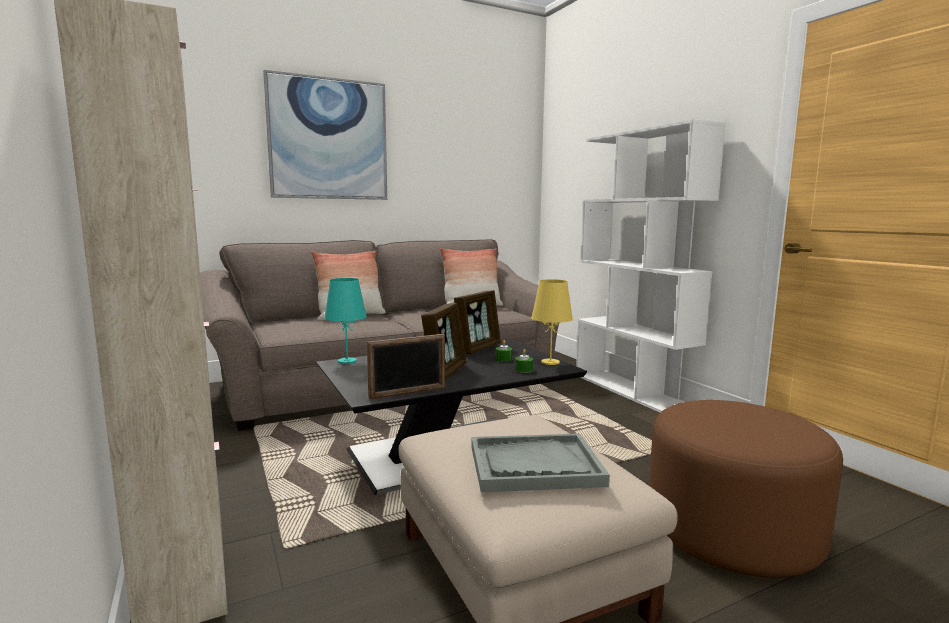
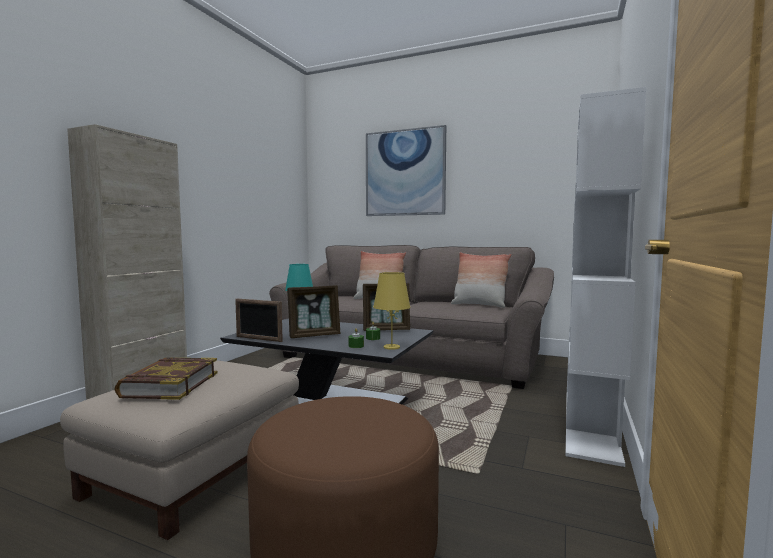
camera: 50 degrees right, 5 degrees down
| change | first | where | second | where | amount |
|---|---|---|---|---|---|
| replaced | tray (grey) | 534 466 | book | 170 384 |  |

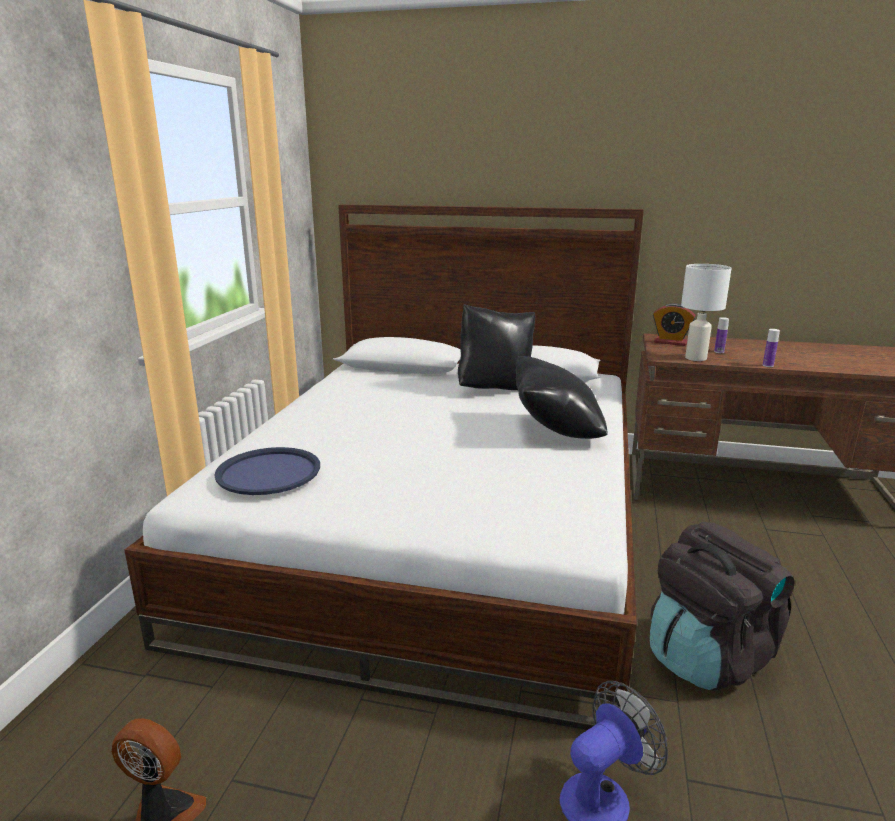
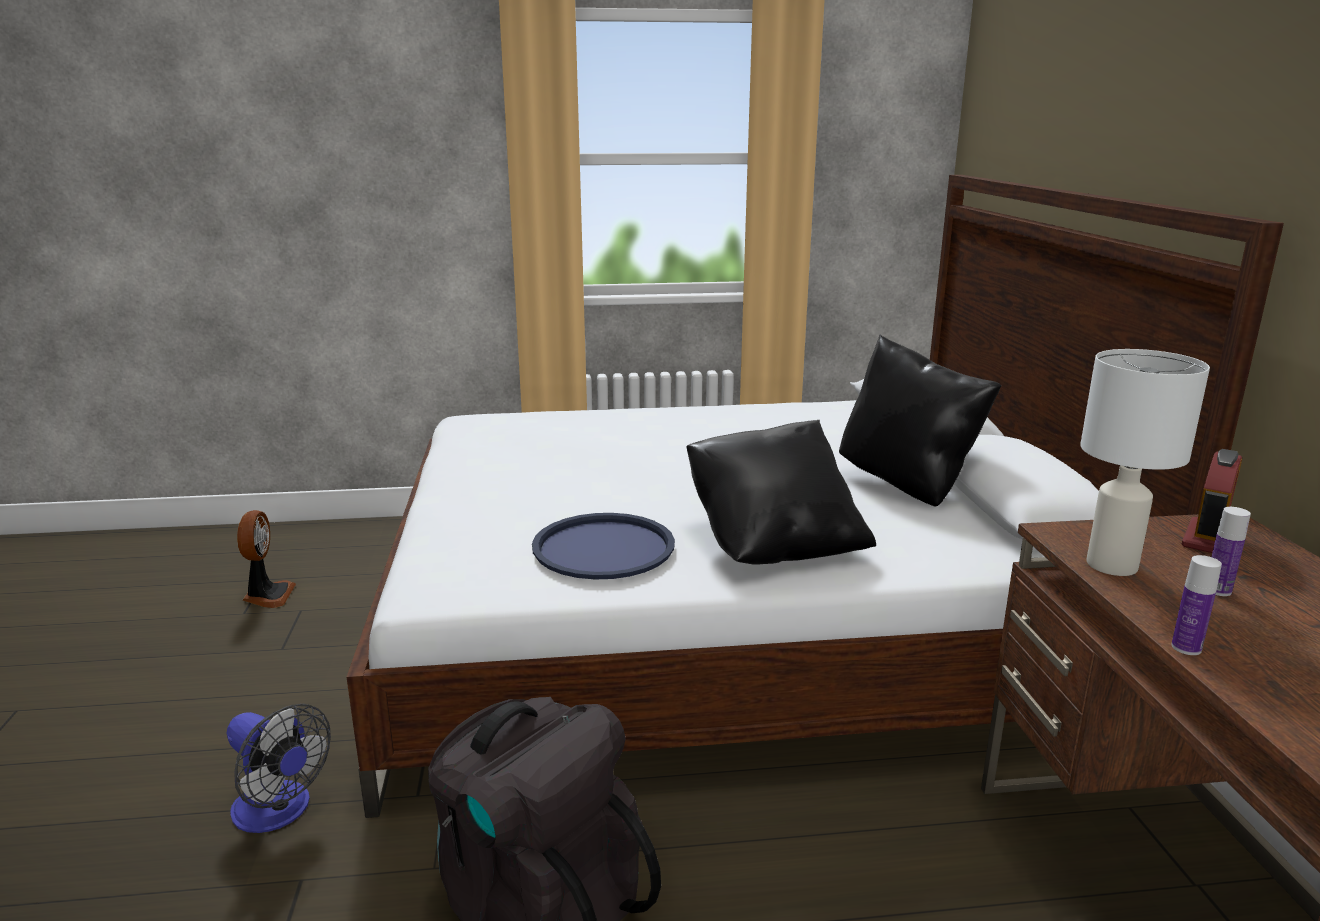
camera: 70 degrees right, 0 degrees up
| change | first | where | second | where | amount |
|---|---|---|---|---|---|
| moved | tray (blue) | 268 472 |  | 603 547 |  |
| turned | alarm clock | 670 342 |  | 1208 539 | 150 degrees counterclockwise |

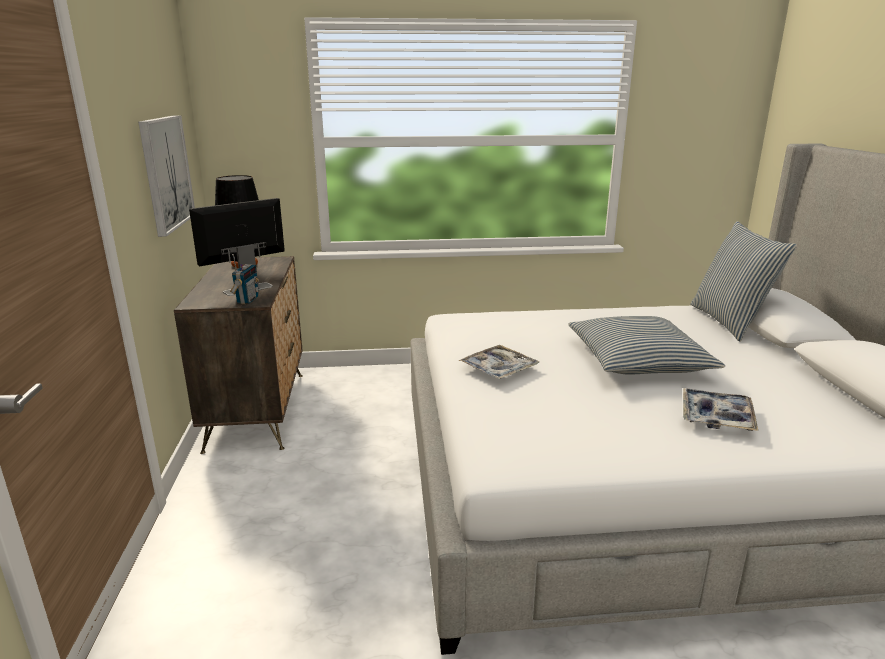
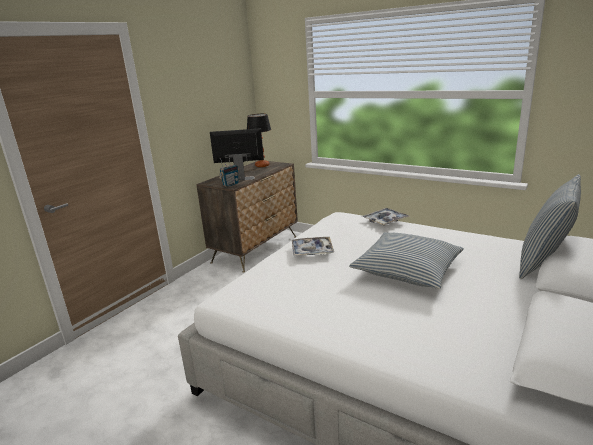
camera: 40 degrees right, 0 degrees up
| change | first | where | second | where | amount |
|---|---|---|---|---|---|
| removed | picture | 166 173 |  |  |  |
| moved | tray | 716 417 |  | 385 220 |  |

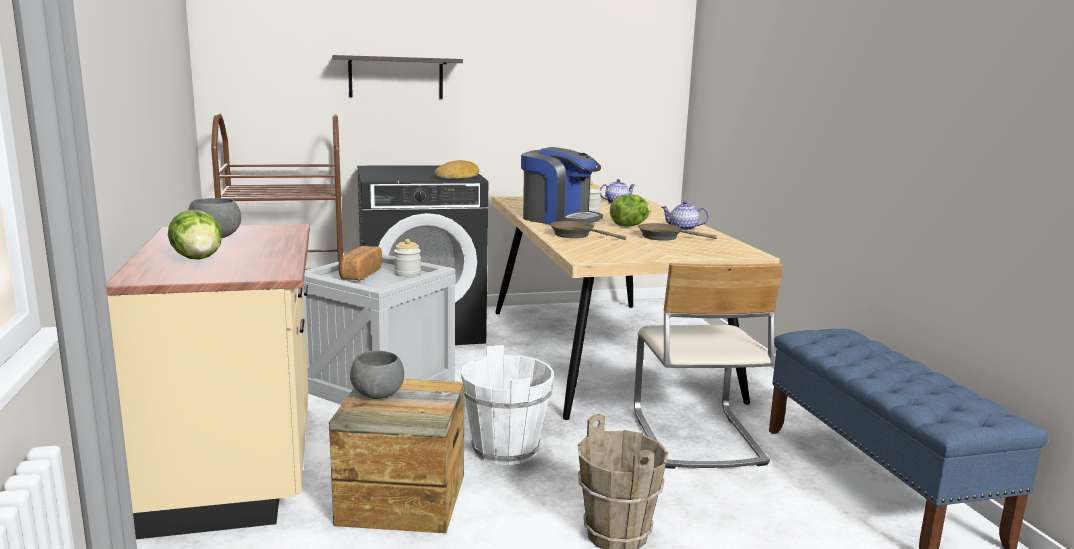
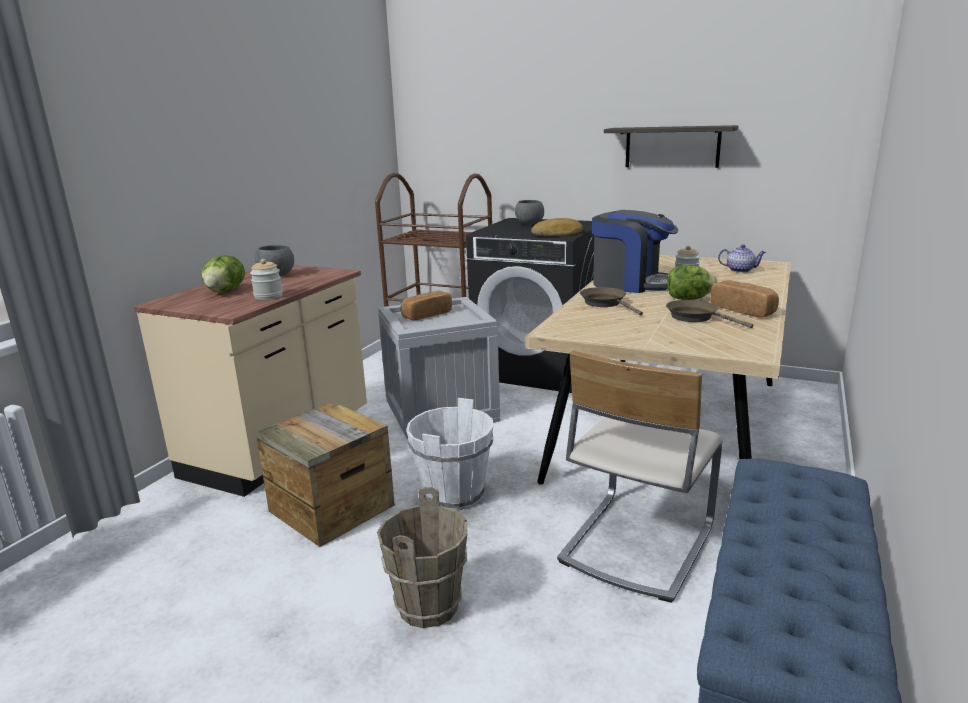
camera: 40 degrees right, 5 degrees up
| change | first | where | second | where | amount |
|---|---|---|---|---|---|
| moved | shelf | 396 77 |  | 672 147 |  |
| moved | bowl (grey) | 377 396 |  | 529 224 |  |
| moved | jar | 407 273 |  | 268 296 |  |
| replaced | teapot | 683 229 | bread | 743 310 |  |
| turned | coffee machine | 559 219 |  | 631 284 | 45 degrees counterclockwise |

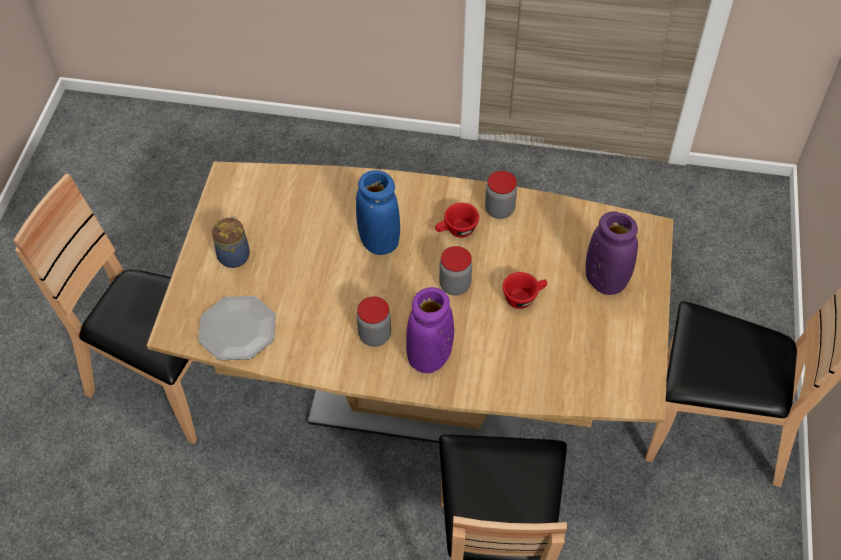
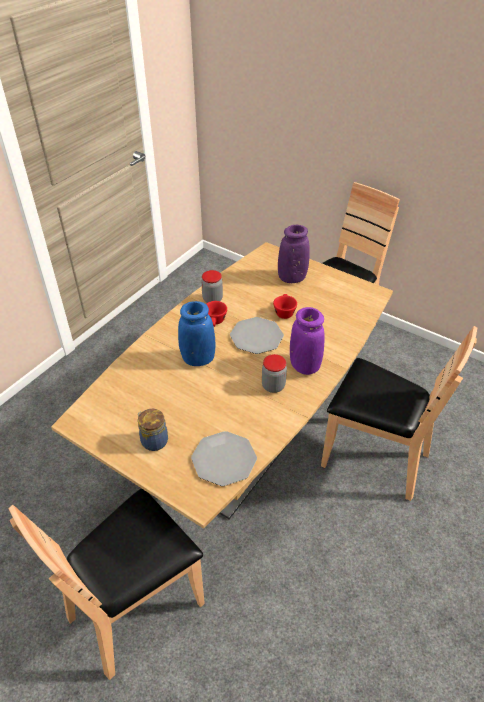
camera: 65 degrees left, 10 degrees down
| change | first | where | second | where | amount |
|---|---|---|---|---|---|
| replaced | jar | 455 285 | plate | 256 336 |  |

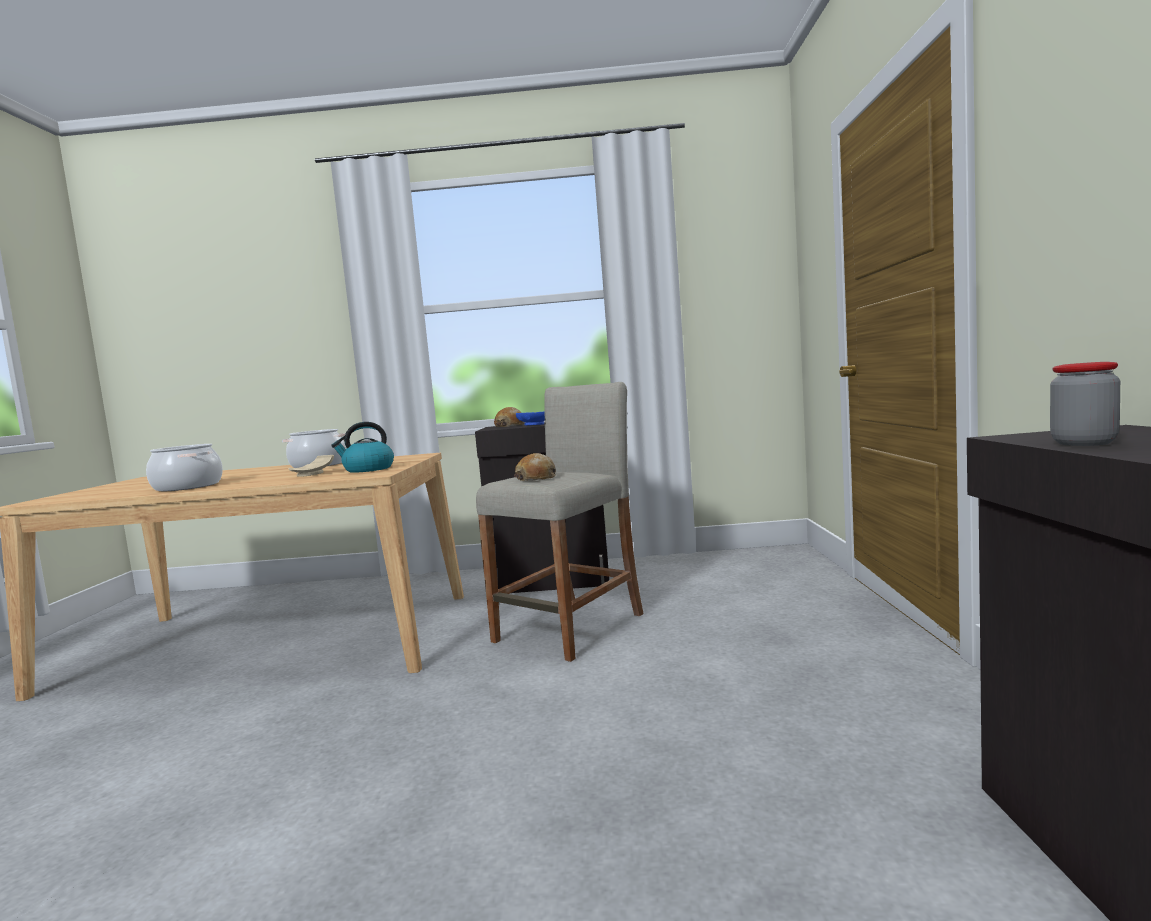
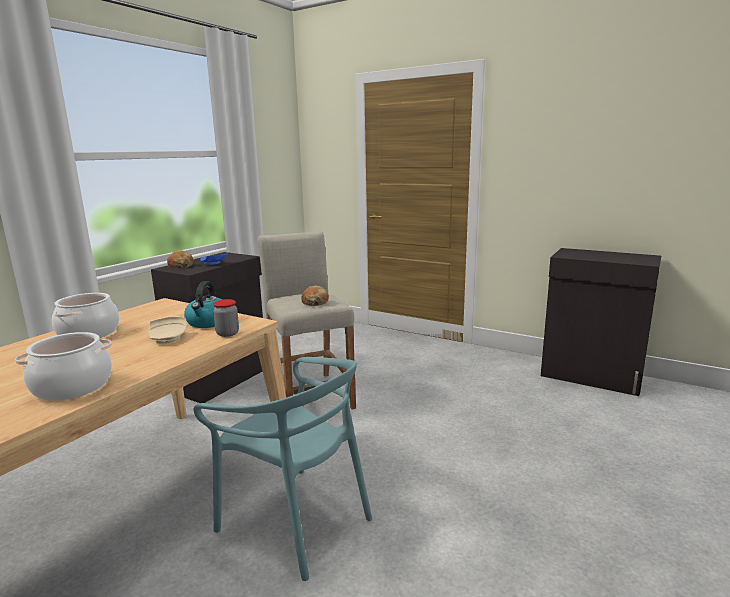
camera: 60 degrees left, 10 degrees up
| change | first | where | second | where | amount |
|---|---|---|---|---|---|
| added |  |  | chair (turquoise) | 296 520 |  |
| moved | jar | 1083 443 |  | 227 333 |  |

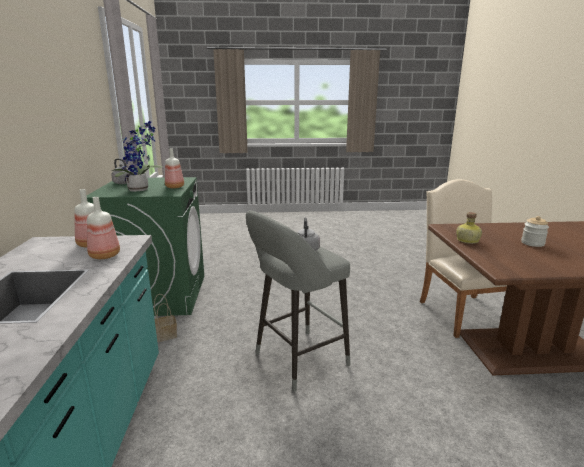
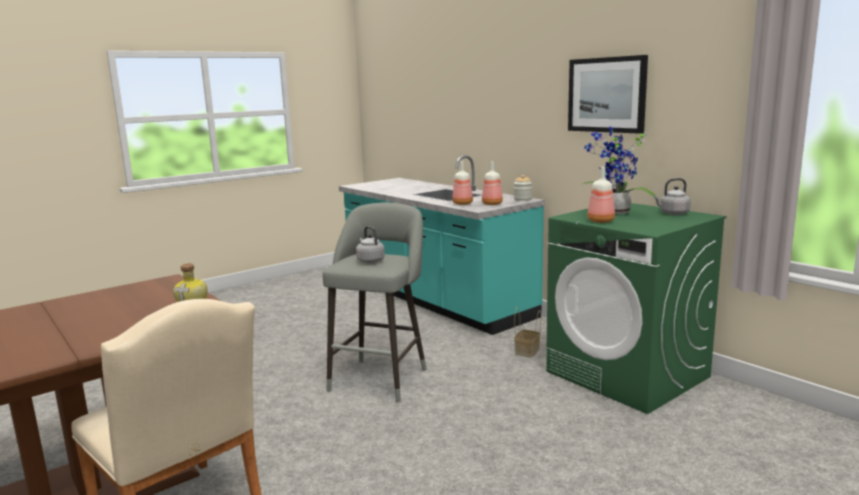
camera: 145 degrees right, 5 degrees down
| change | first | where | second | where | amount |
|---|---|---|---|---|---|
| added |  |  | picture | 606 95 |  |
| moved | jar | 532 243 |  | 522 199 |  |

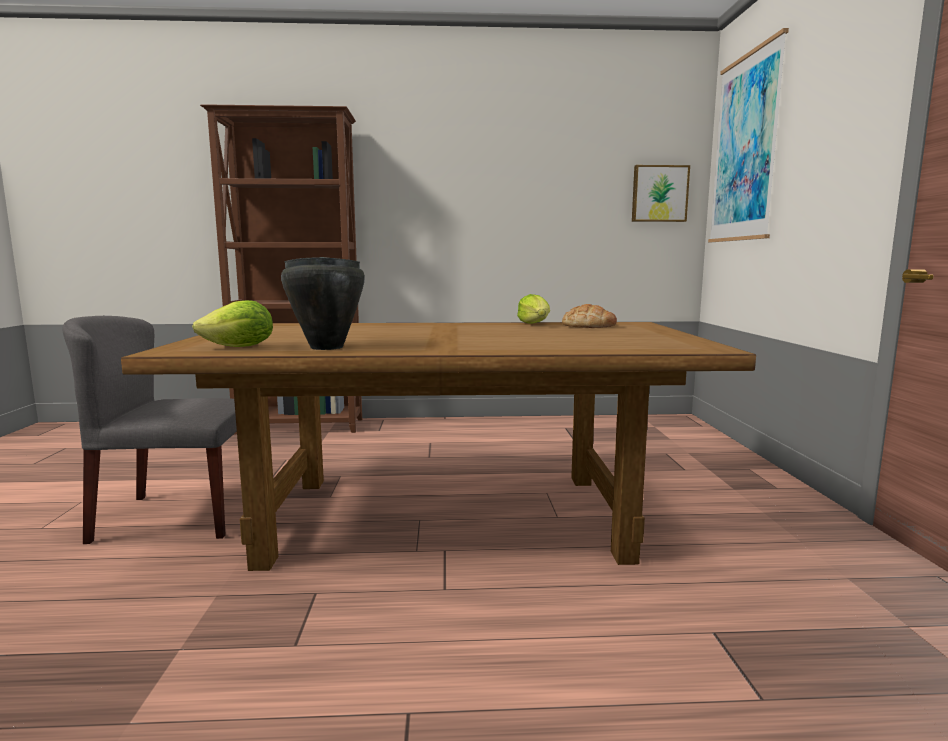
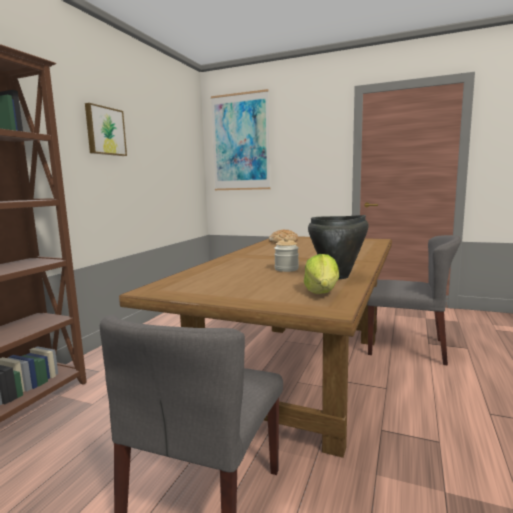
camera: 65 degrees left, 0 degrees up
| change | first | where | second | where | amount |
|---|---|---|---|---|---|
| removed | lettuce | 535 324 |  |  |  |
| added |  |  | jar | 286 269 |  |
| added |  |  | chair (grey) | 407 347 |  |
| moved | picture | 659 194 |  | 105 131 |  |

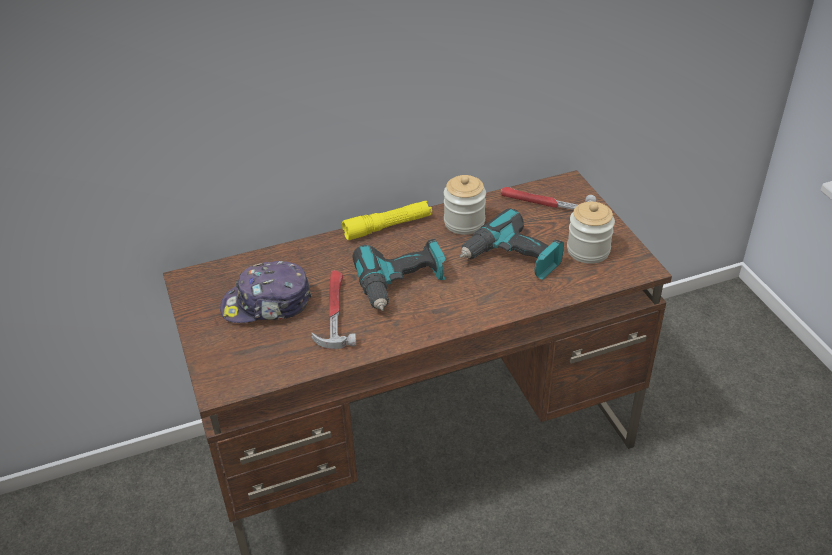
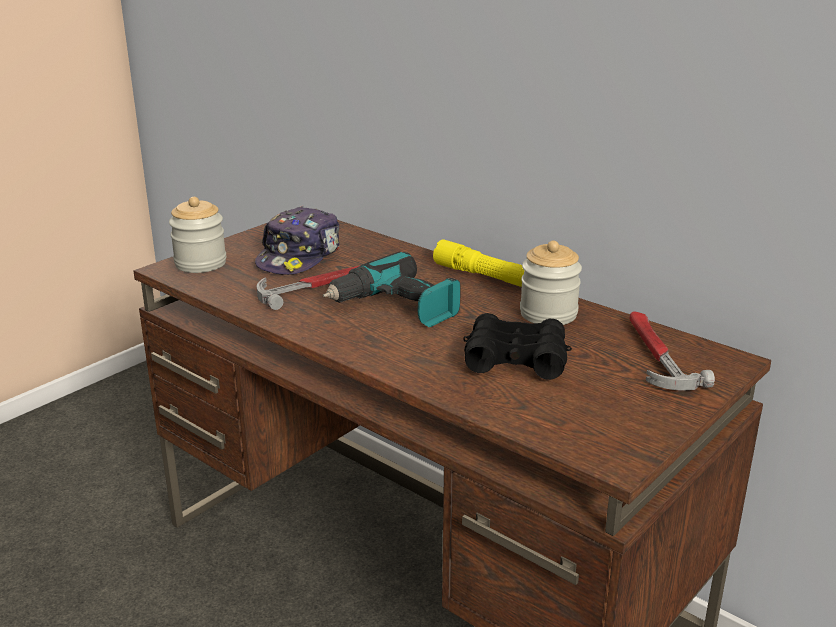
camera: 60 degrees right, 15 degrees down
| change | first | where | second | where | amount |
|---|---|---|---|---|---|
| moved | jar | 588 250 |  | 200 263 |  |
| replaced | power drill | 512 259 | binoculars (black) | 515 359 |  |
| turned | cap | 267 304 |  | 300 257 | 120 degrees counterclockwise |

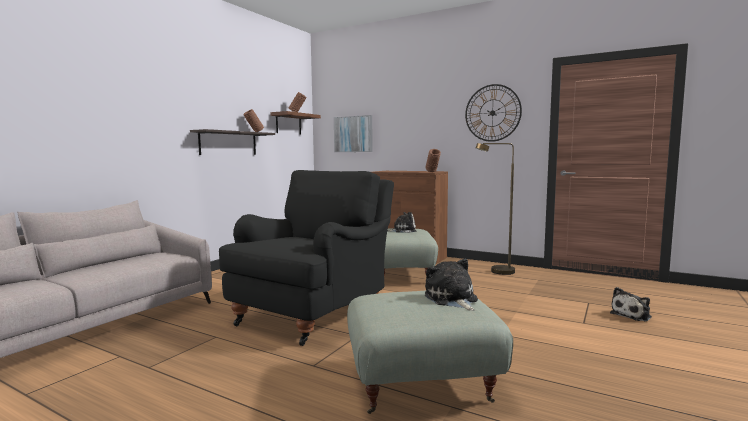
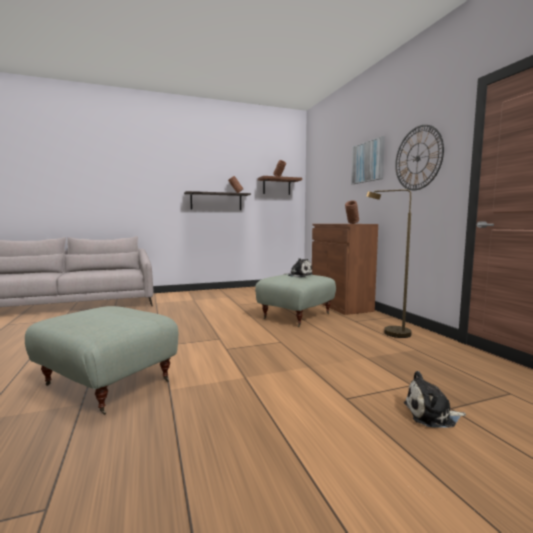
camera: 40 degrees right, 0 degrees up
| change | first | where | second | where | amount |
|---|---|---|---|---|---|
| removed | armchair (black) | 313 313 |  |  |  |
| removed | plush toy | 451 299 |  |  |  |
| moved | picture | 353 134 |  | 368 162 |  |

